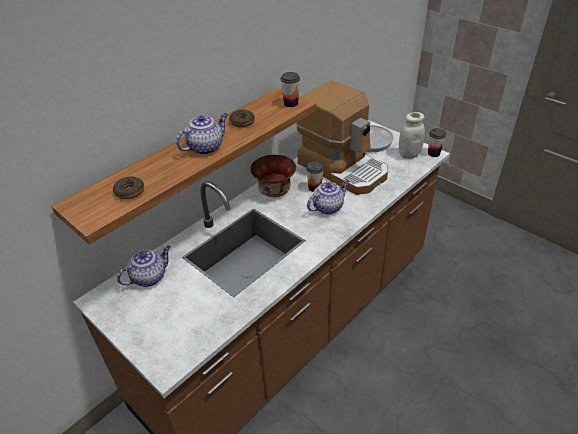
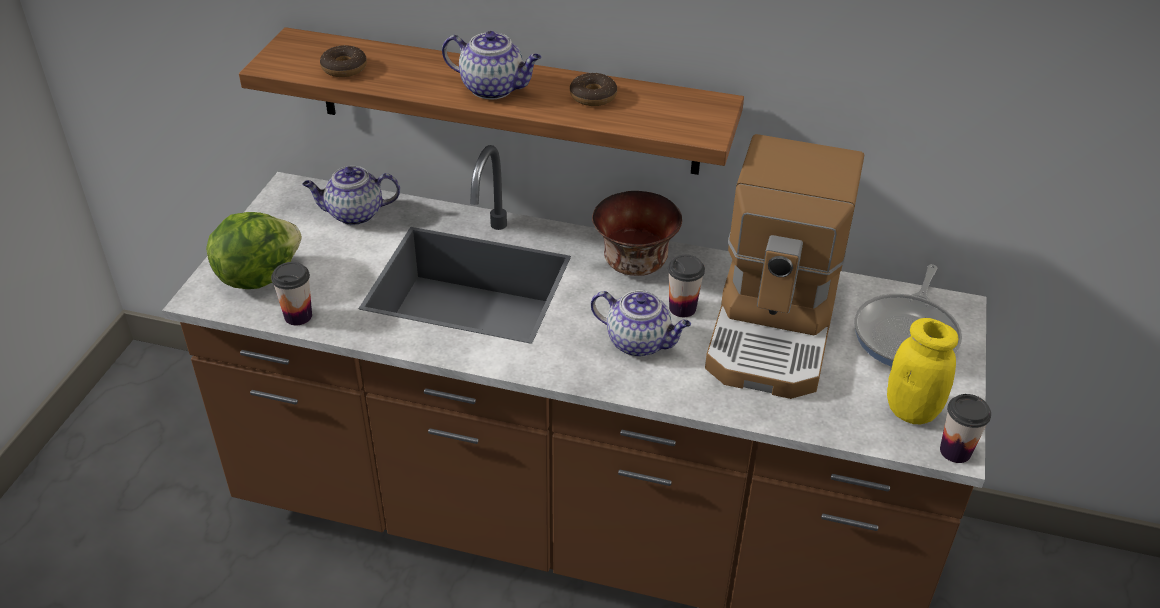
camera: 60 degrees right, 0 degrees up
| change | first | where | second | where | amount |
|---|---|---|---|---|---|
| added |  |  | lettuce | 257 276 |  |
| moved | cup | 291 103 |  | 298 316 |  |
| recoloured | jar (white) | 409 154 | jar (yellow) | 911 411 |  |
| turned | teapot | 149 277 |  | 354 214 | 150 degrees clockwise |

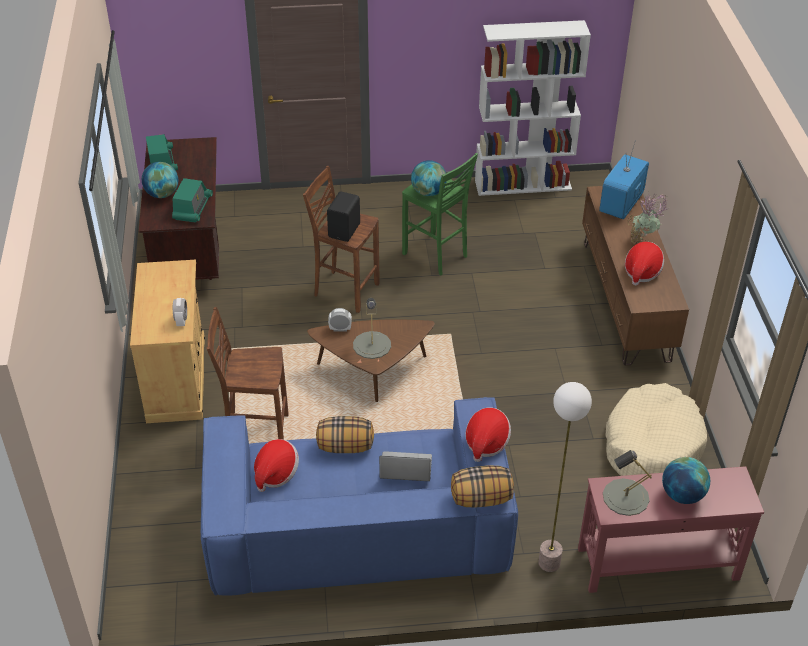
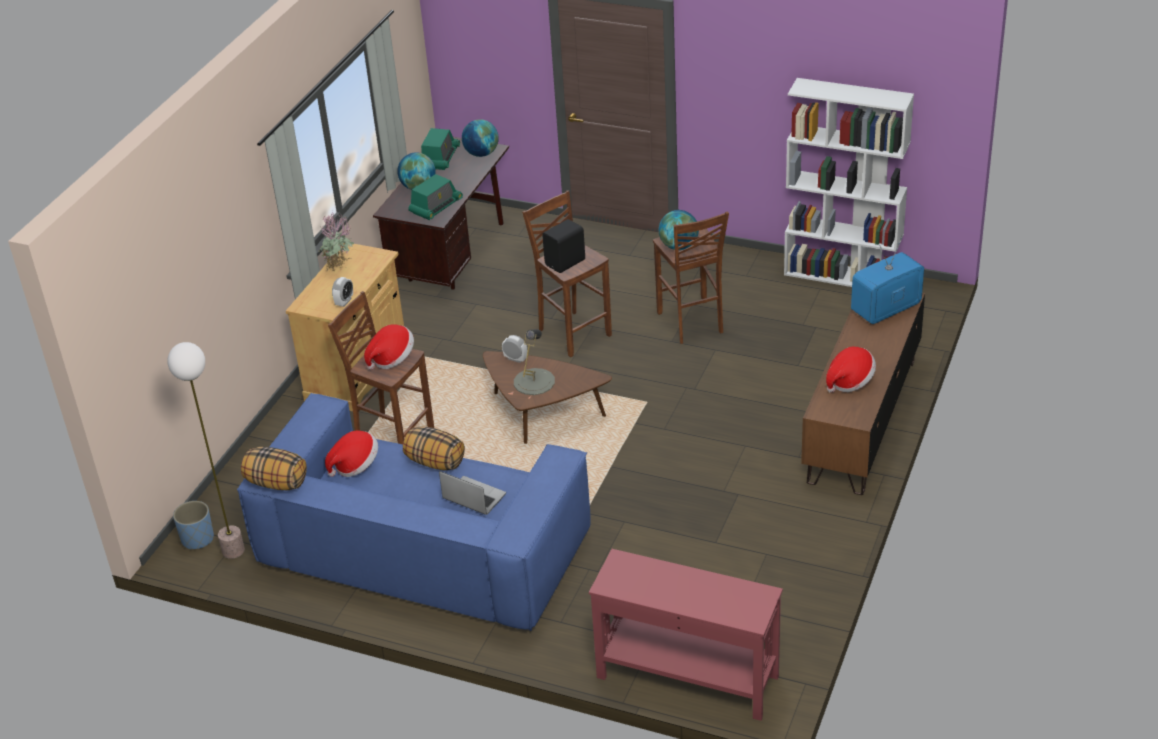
camera: 30 degrees right, 5 degrees down
| change | first | where | second | where | amount |
|---|---|---|---|---|---|
| removed | table lamp (grey) | 625 497 |  |  |  |
| removed | dog bed (beige) | 652 445 |  |  |  |
| added |  |  | planter (blue) | 198 539 |  |
| moved | pillow | 481 499 |  | 276 483 |  |
| moved | hat | 486 442 |  | 391 358 |  |
| moved | floor lamp | 549 563 |  | 233 550 |  |
| moved | potted plant | 643 242 |  | 340 269 |  |
| moved | globe | 682 495 |  | 481 153 |  |
| recoloured | stool (green) | 436 256 | stool (brown) | 691 323 |  |

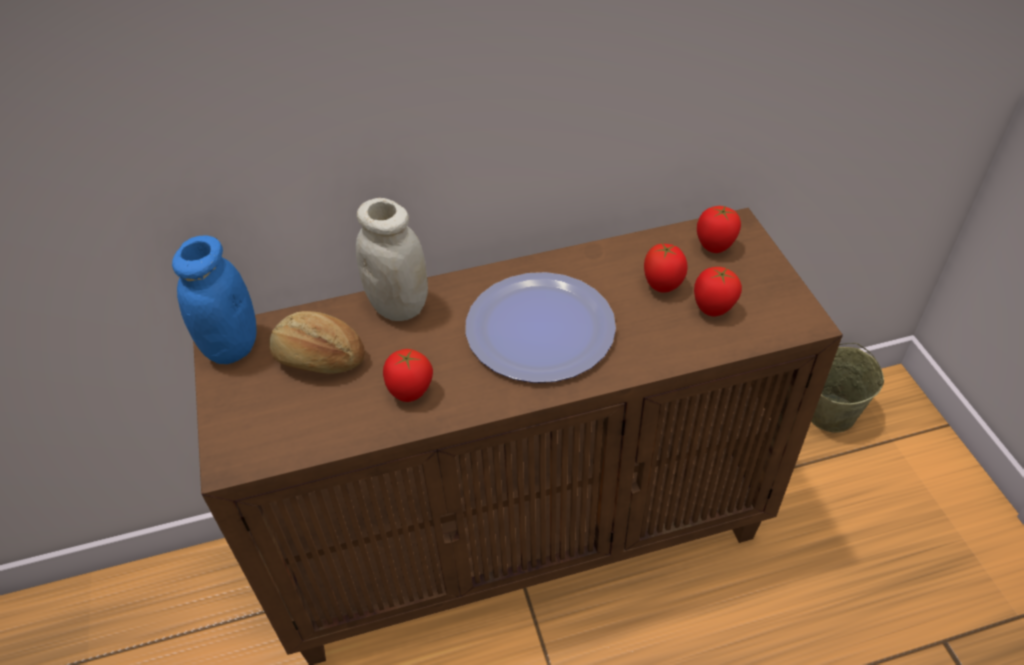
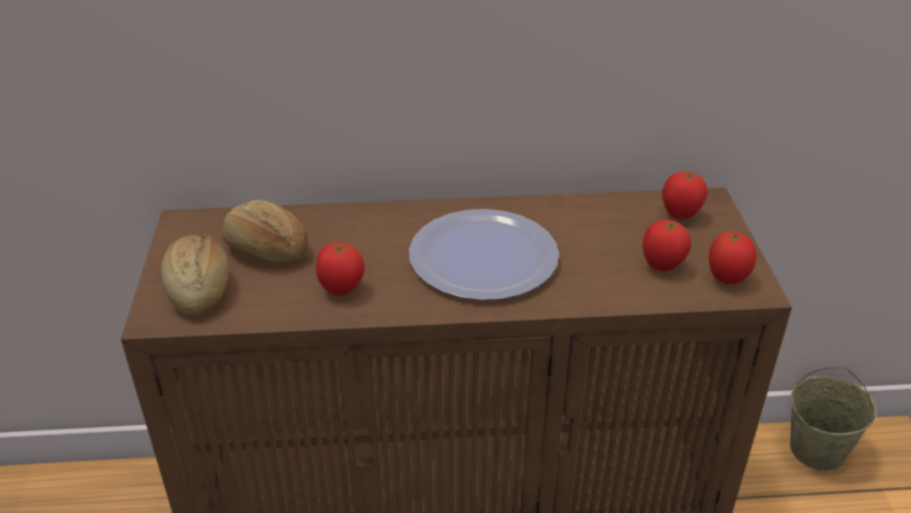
camera: 10 degrees right, 10 degrees down
| change | first | where | second | where | amount |
|---|---|---|---|---|---|
| removed | jar (blue) | 232 346 |  |  |  |
| removed | jar (white) | 399 306 |  |  |  |
| added |  |  | bread | 199 289 |  |
| moved | tomato | 663 286 |  | 727 279 |  |

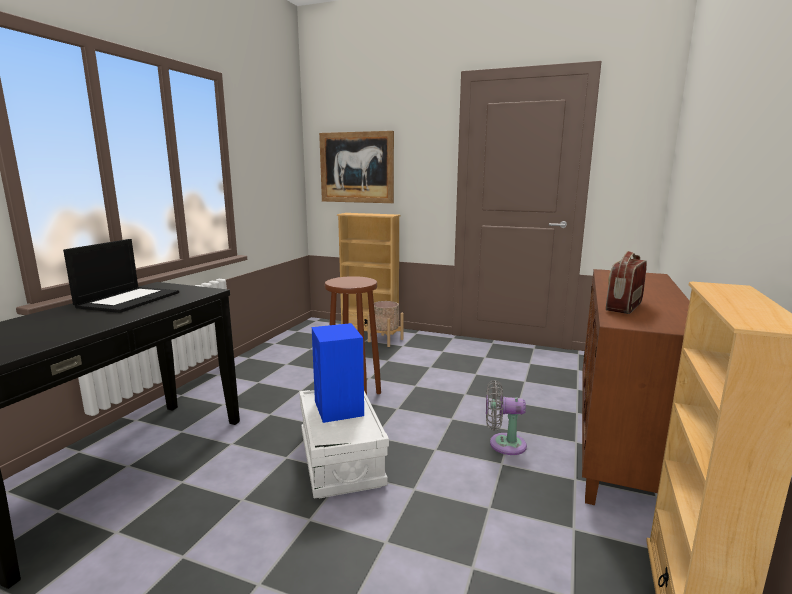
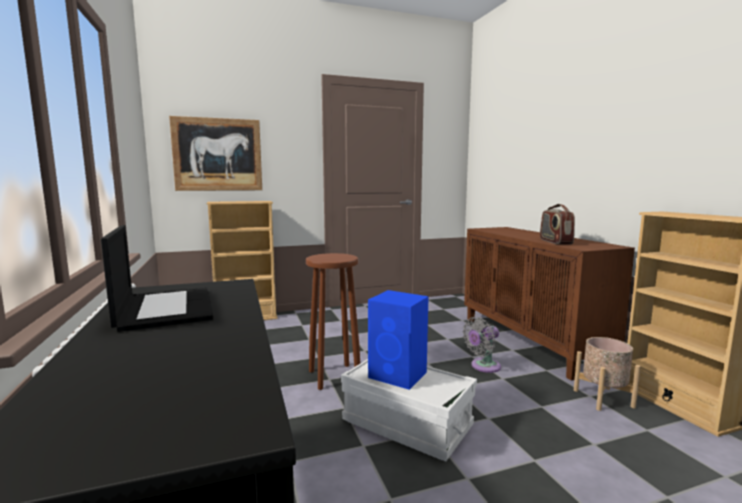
camera: 40 degrees left, 5 degrees down
| change | first | where | second | where | amount |
|---|---|---|---|---|---|
| moved | planter (beige) | 385 340 |  | 603 398 |  |

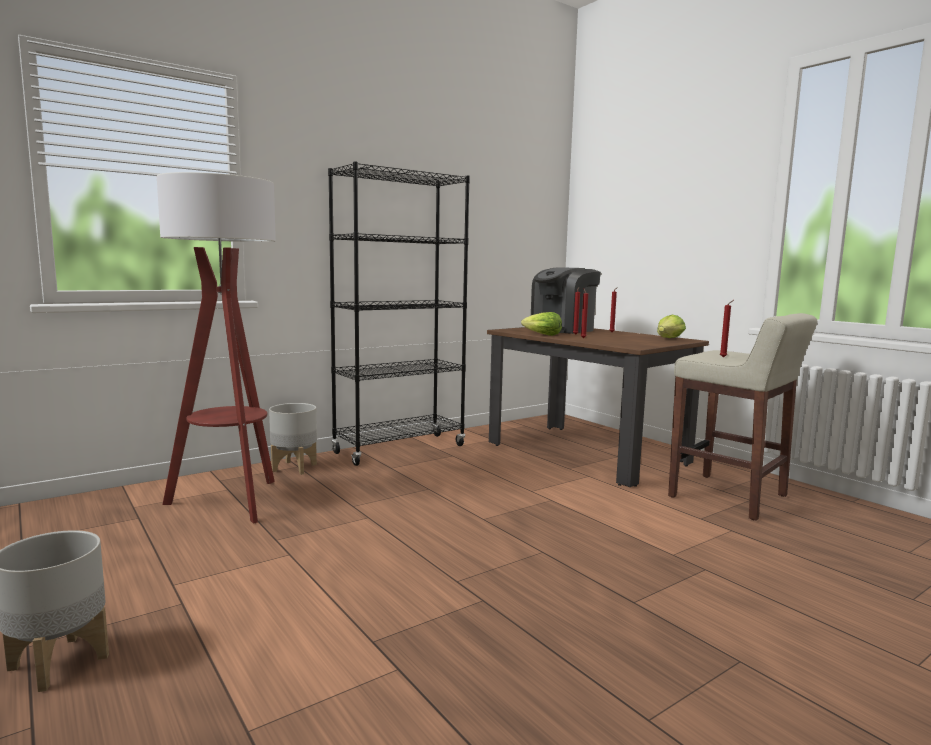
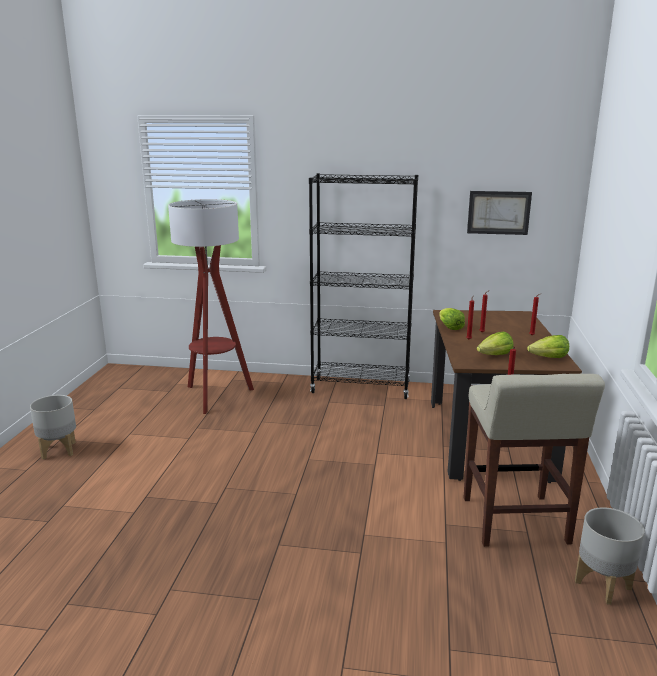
camera: 45 degrees right, 10 degrees up
| change | first | where | second | where | amount |
|---|---|---|---|---|---|
| removed | coffee machine | 562 330 |  |  |  |
| added |  |  | picture | 498 212 |  |
| added |  |  | lettuce | 495 356 |  |
| moved | planter (grey) | 294 467 |  | 603 585 |  |

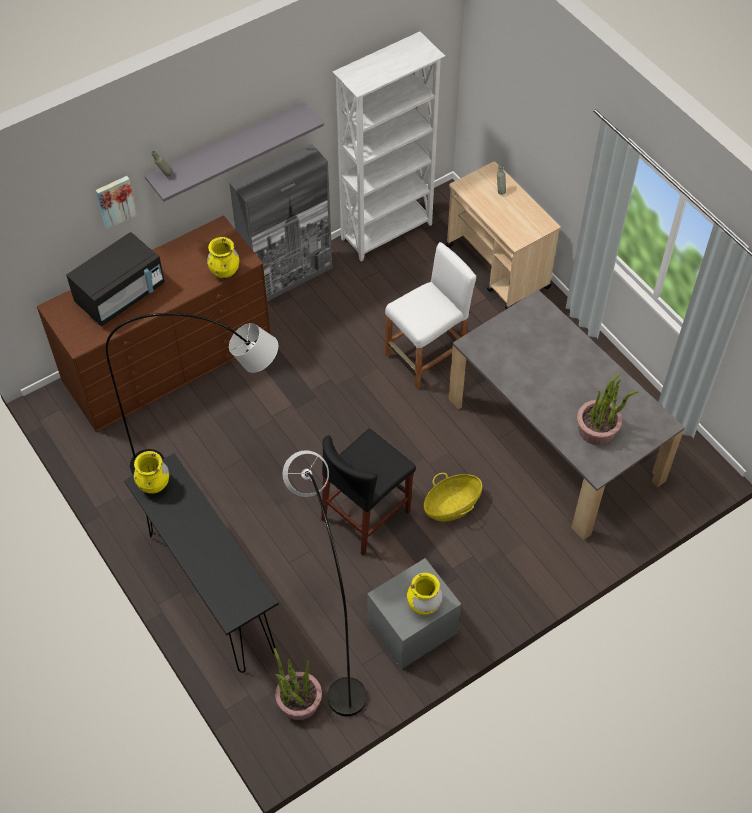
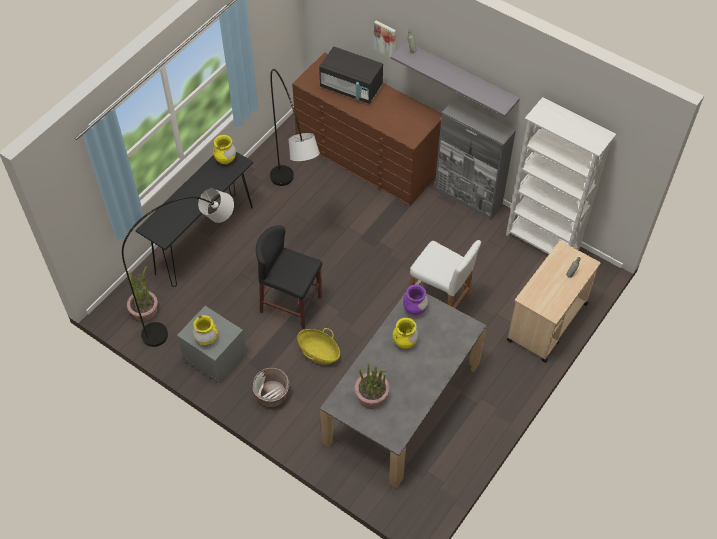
camera: 70 degrees right, 0 degrees up
| change | first | where | second | where | amount |
|---|---|---|---|---|---|
| added |  |  | planter (white) | 272 395 |  |
| added |  |  | vase (purple) | 415 309 |  |
| moved | vase (yellow) | 225 272 |  | 405 342 |  |

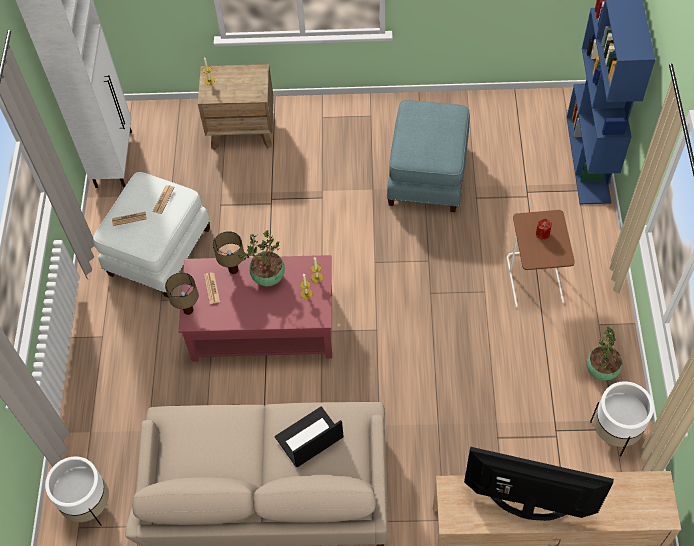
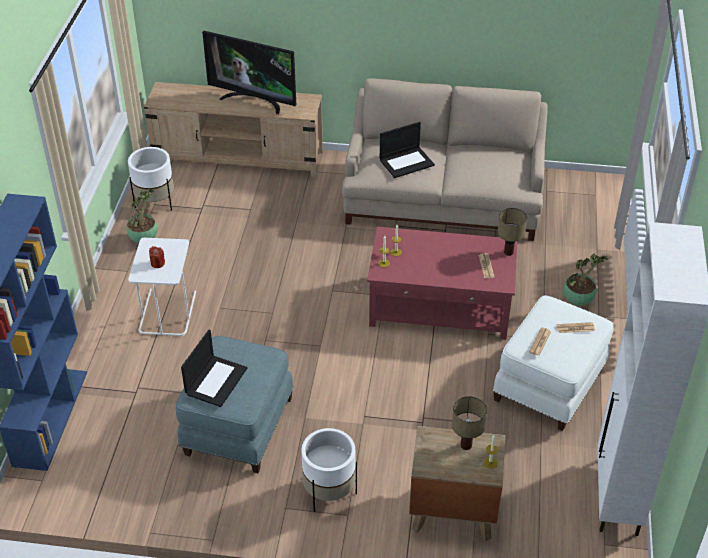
camera: 175 degrees left, 15 degrees down
| change | first | where | second | where | amount |
|---|---|---|---|---|---|
| added |  |  | laptop | 216 380 |  |
| moved | planter (white) | 88 505 |  | 329 492 |  |
| moved | table lamp | 233 269 |  | 466 445 |  |
| moved | potted plant | 268 278 |  | 578 300 |  |
| recoloured | side table (brown) | 535 279 | side table (white) | 167 312 |  |

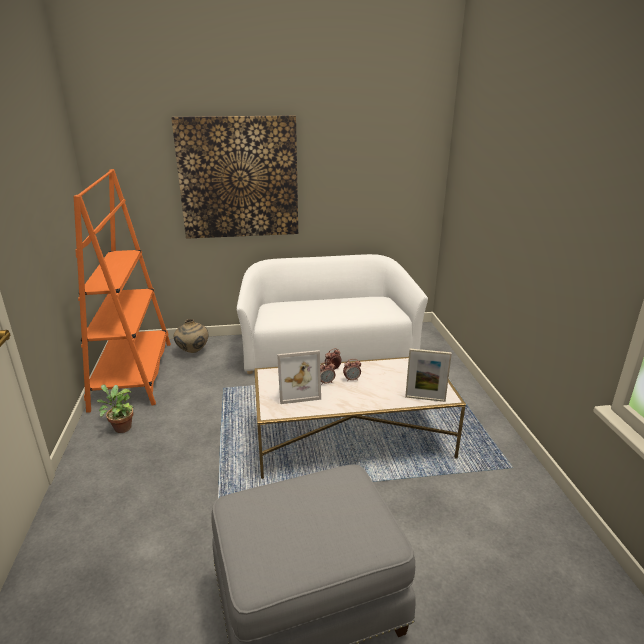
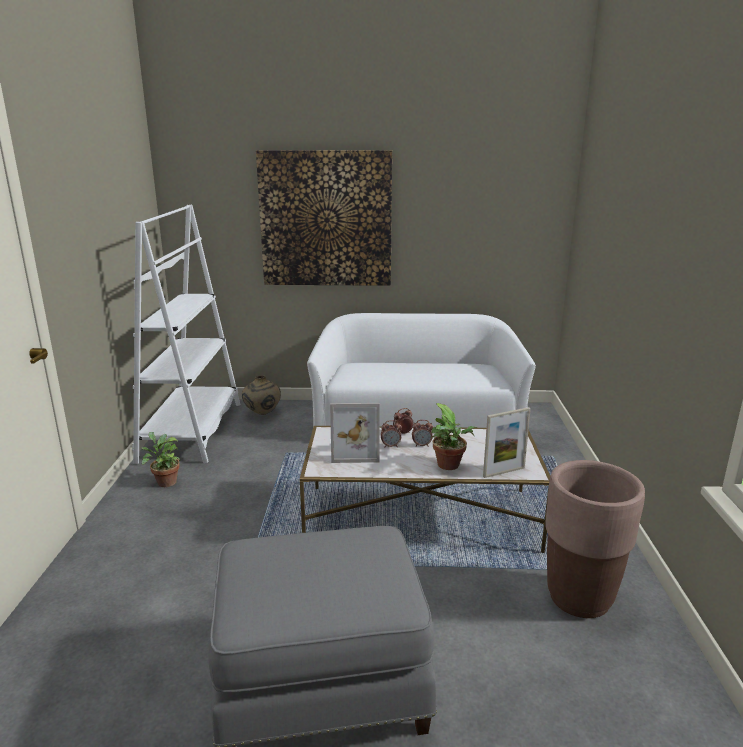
camera: 10 degrees right, 5 degrees down
| change | first | where | second | where | amount |
|---|---|---|---|---|---|
| added |  |  | potted plant | 450 466 |  |
| added |  |  | planter (brown) | 579 598 |  |
| recoloured | bookcase (orange) | 133 374 | bookcase (white) | 192 431 |  |
| turned | picture frame | 425 398 |  | 504 472 | 45 degrees counterclockwise |

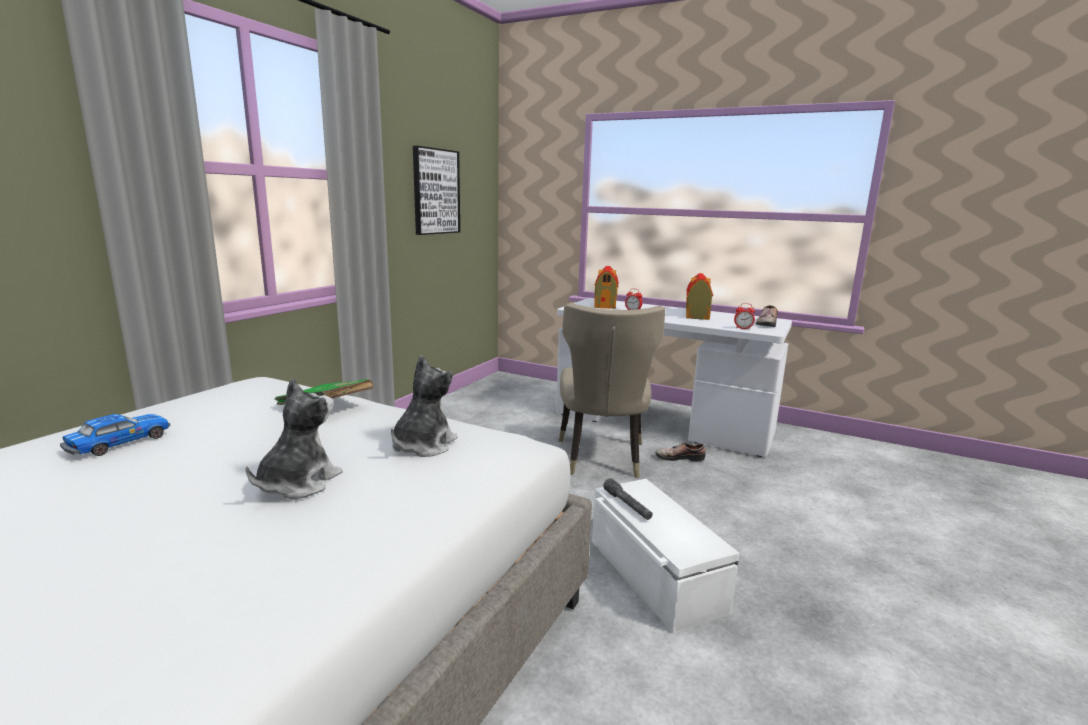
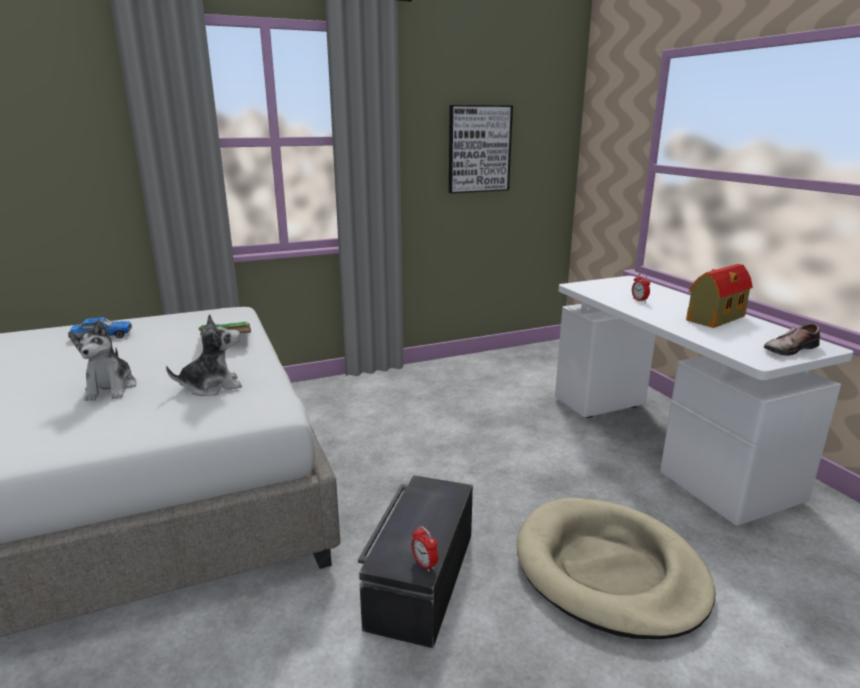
camera: 40 degrees right, 5 degrees up
| change | first | where | second | where | amount |
|---|---|---|---|---|---|
| removed | chair (beige) | 601 459 |  |  |  |
| removed | toy house | 605 304 |  |  |  |
| removed | flashlight (grey) | 627 505 |  |  |  |
| removed | shoe | 679 457 |  |  |  |
| added |  |  | dog bed (beige) | 609 571 |  |
| moved | alarm clock | 743 328 |  | 424 564 |  |
| recoloured | storage box (white) | 653 575 | storage box (black) | 419 578 |  |
| turned | plush toy | 298 483 |  | 111 388 | 105 degrees clockwise |

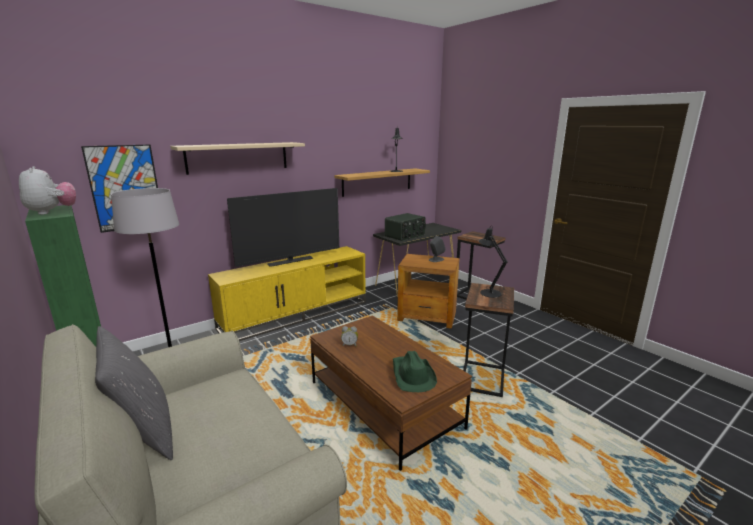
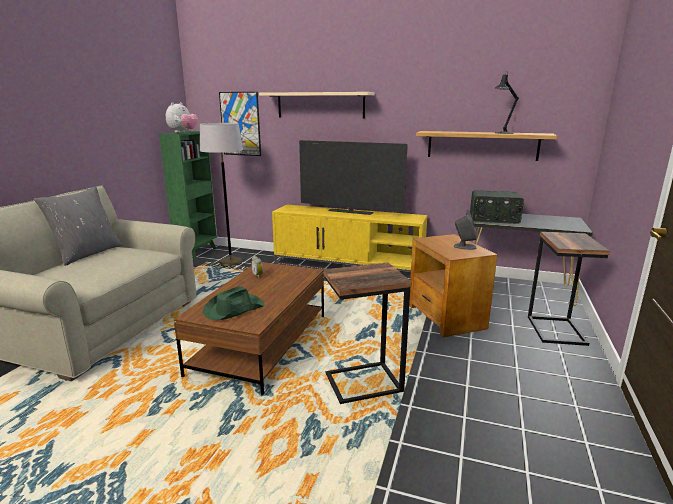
camera: 55 degrees right, 0 degrees up
| change | first | where | second | where | amount |
|---|---|---|---|---|---|
| removed | table lamp (black) | 488 292 |  |  |  |

